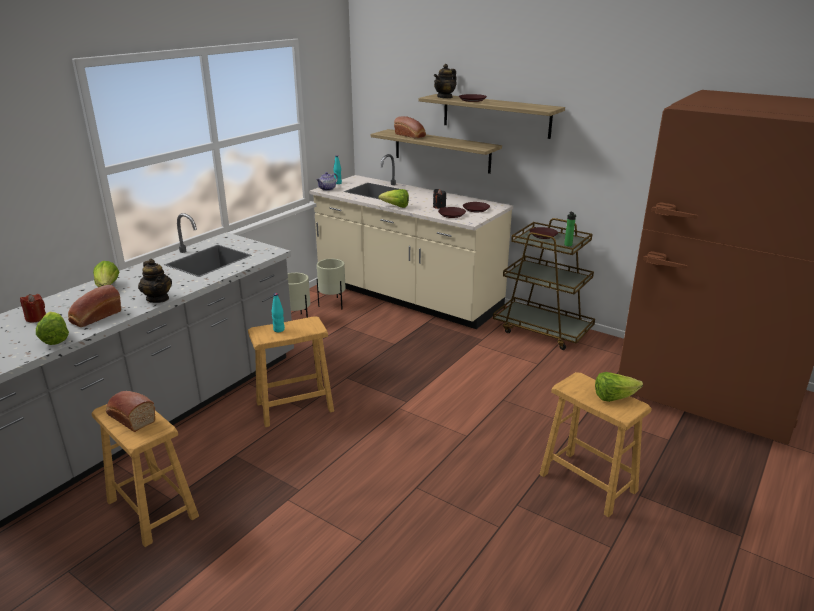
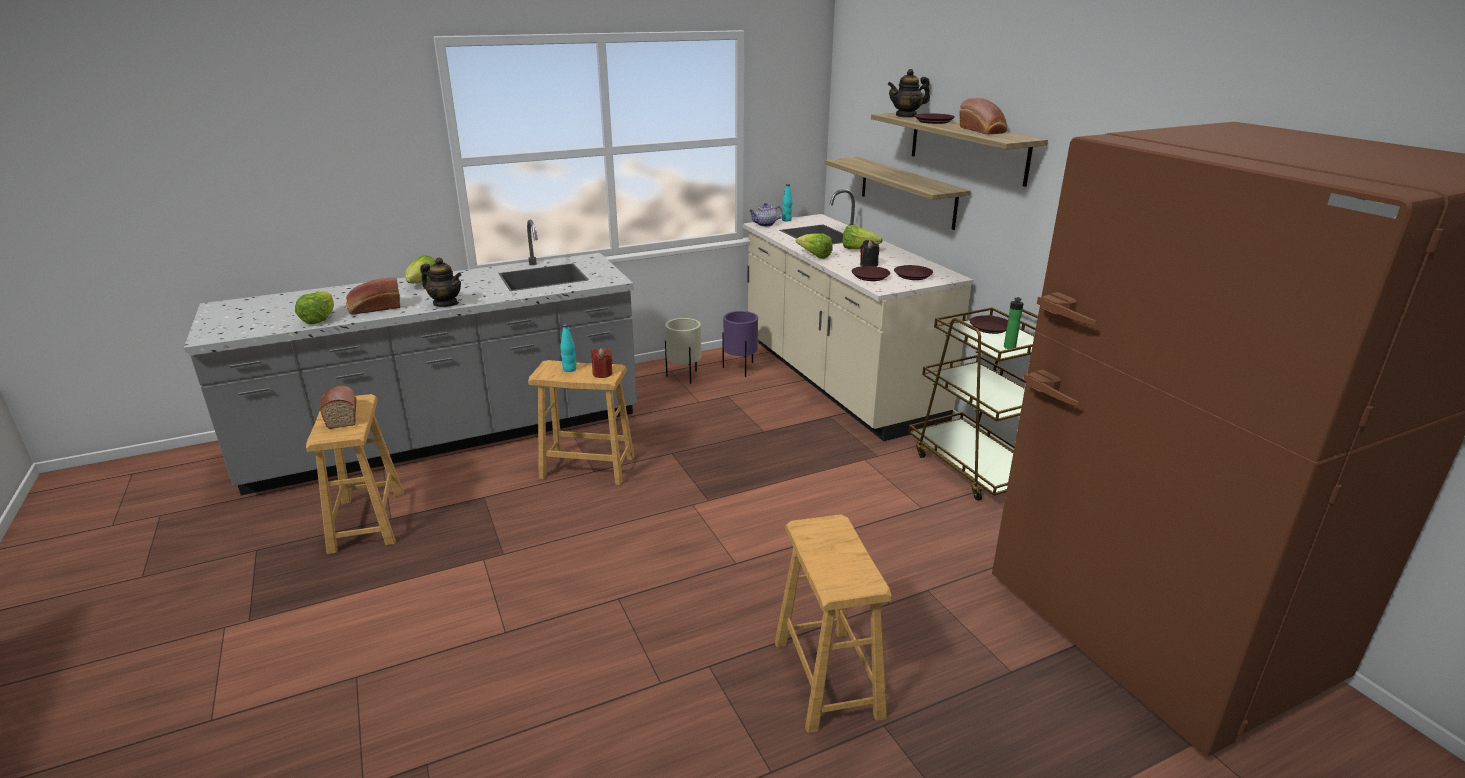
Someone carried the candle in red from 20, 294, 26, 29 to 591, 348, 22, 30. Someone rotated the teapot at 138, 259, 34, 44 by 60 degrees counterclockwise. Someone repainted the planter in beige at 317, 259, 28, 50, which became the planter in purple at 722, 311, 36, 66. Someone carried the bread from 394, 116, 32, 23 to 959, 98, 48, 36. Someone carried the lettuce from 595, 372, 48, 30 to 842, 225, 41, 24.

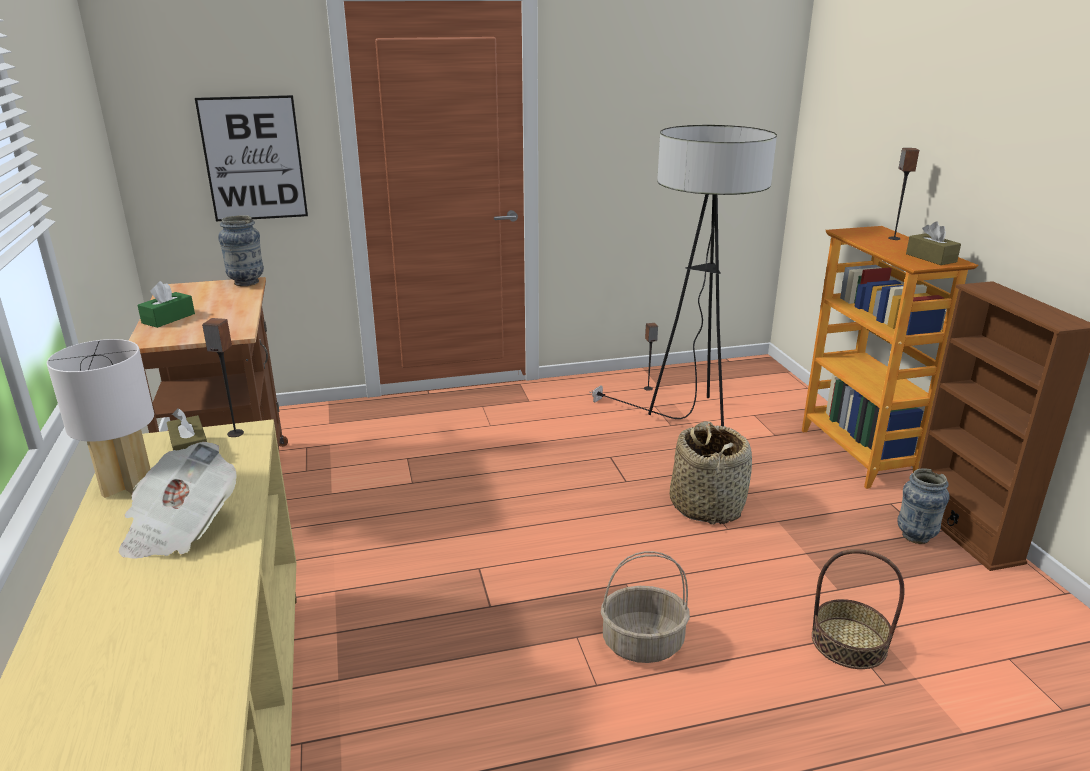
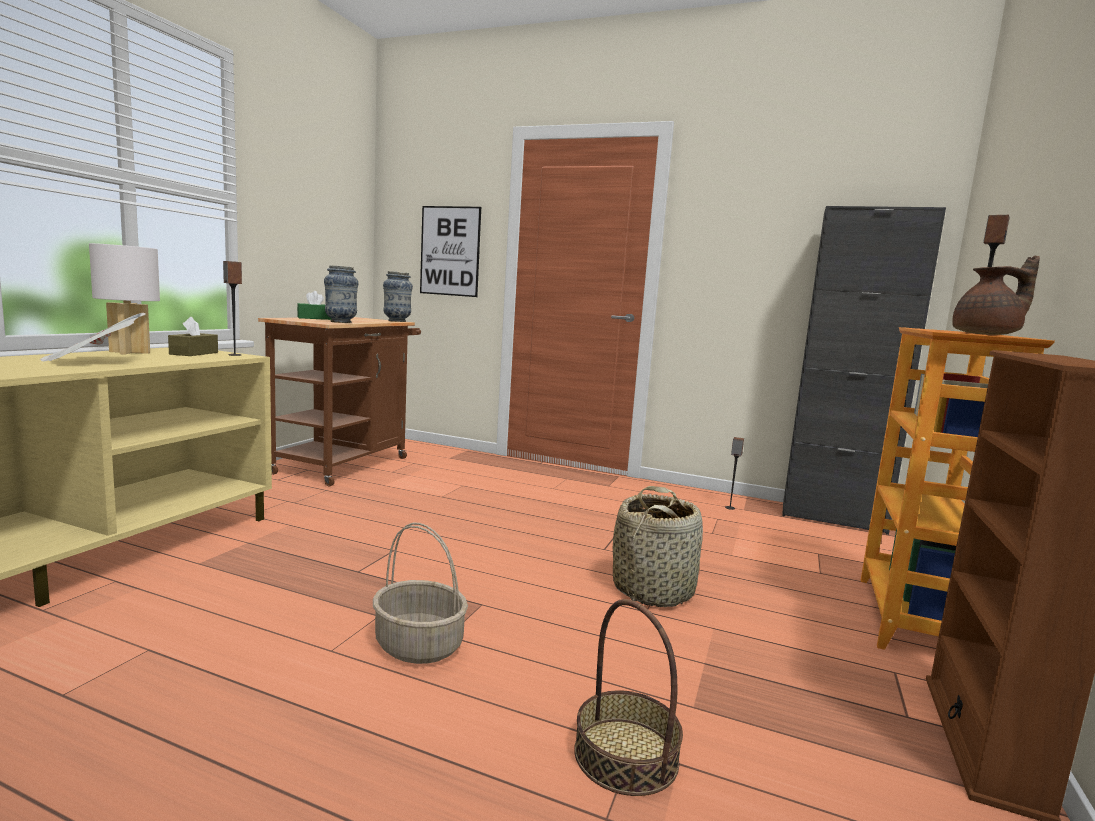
Someone took away the floor lamp at 589, 125, 188, 301. Someone carried the vase from 897, 468, 53, 76 to 324, 265, 35, 58. Someone swapped the tissue box in brown at 906, 221, 55, 44 for the teapot in brown at 952, 256, 88, 79. Someone put down the cabinet in black at 782, 206, 164, 329.

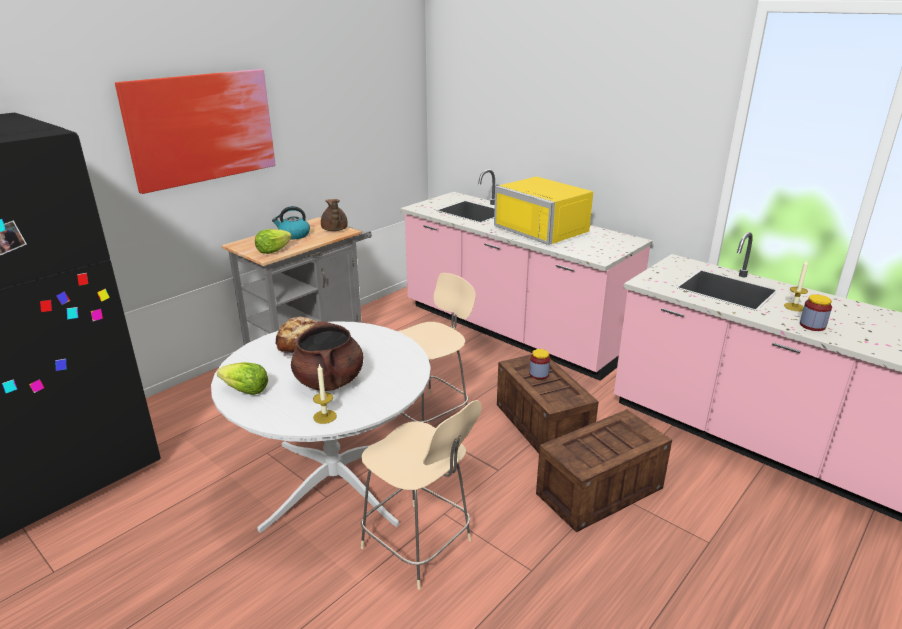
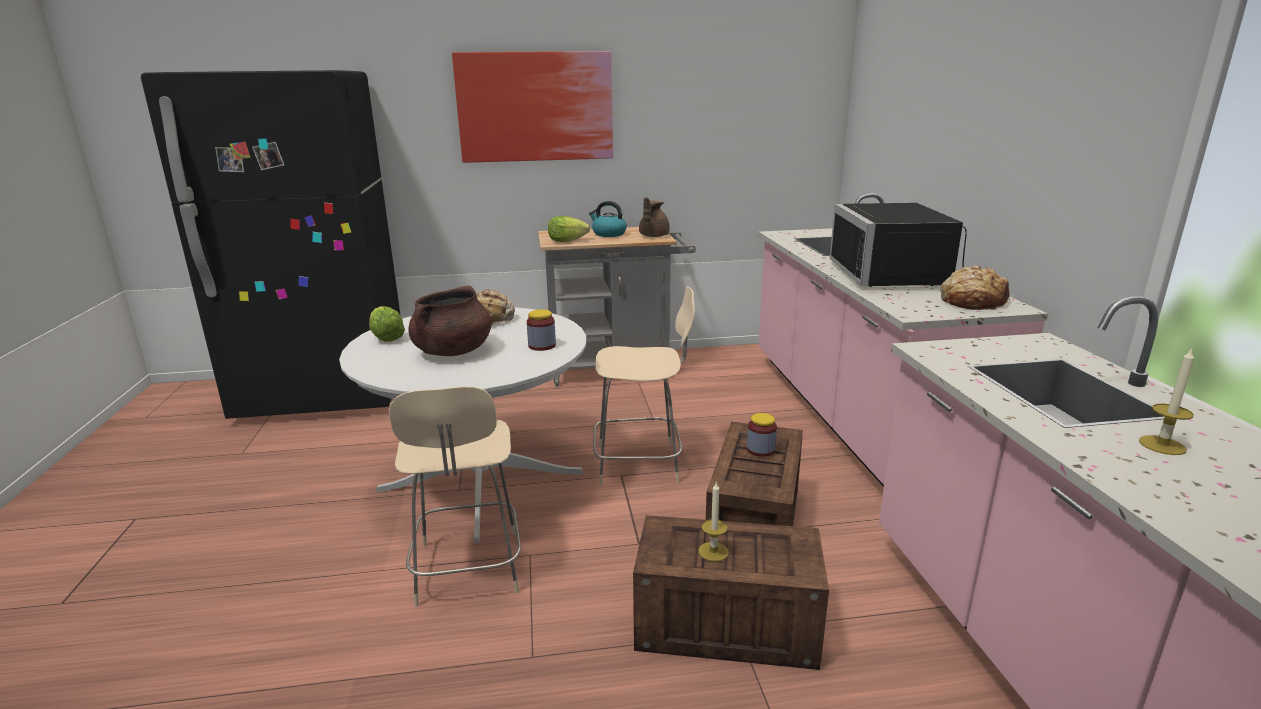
Someone carried the candle from 313, 363, 24, 61 to 698, 481, 31, 80. Someone repainted the microwave in yellow at 494, 176, 99, 69, which became the microwave in black at 830, 203, 137, 84. Someone carried the jar from 800, 294, 32, 37 to 527, 309, 29, 42. Someone put down the bread at 940, 265, 72, 45.

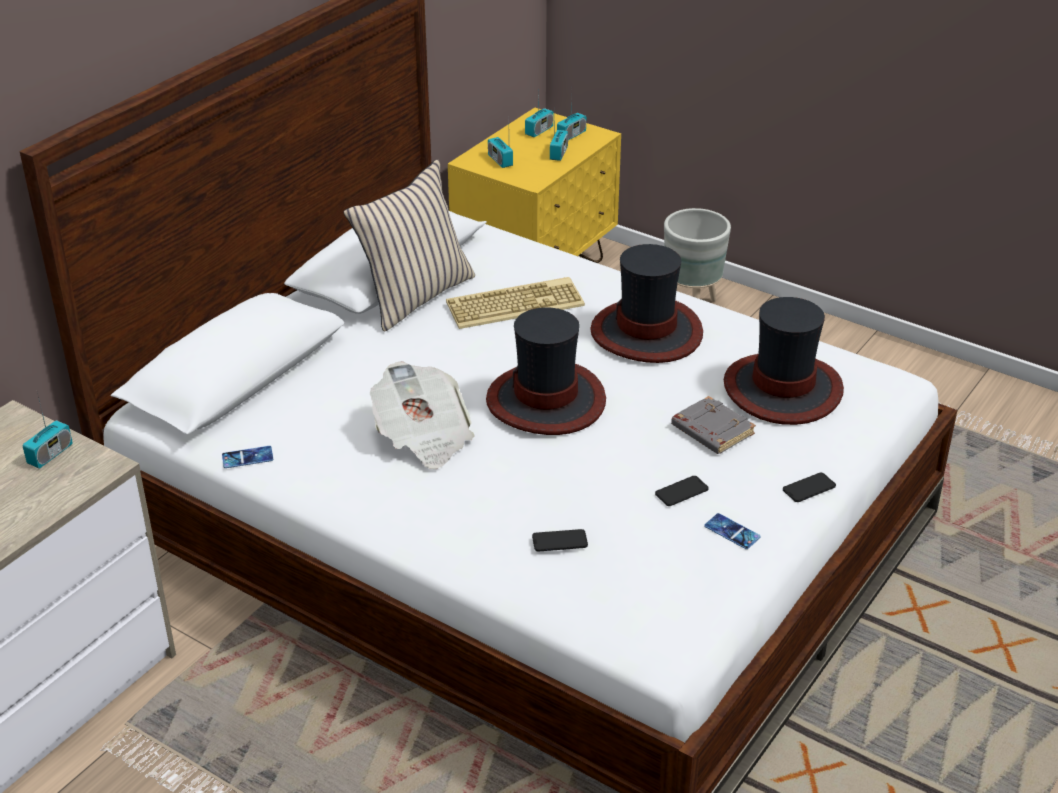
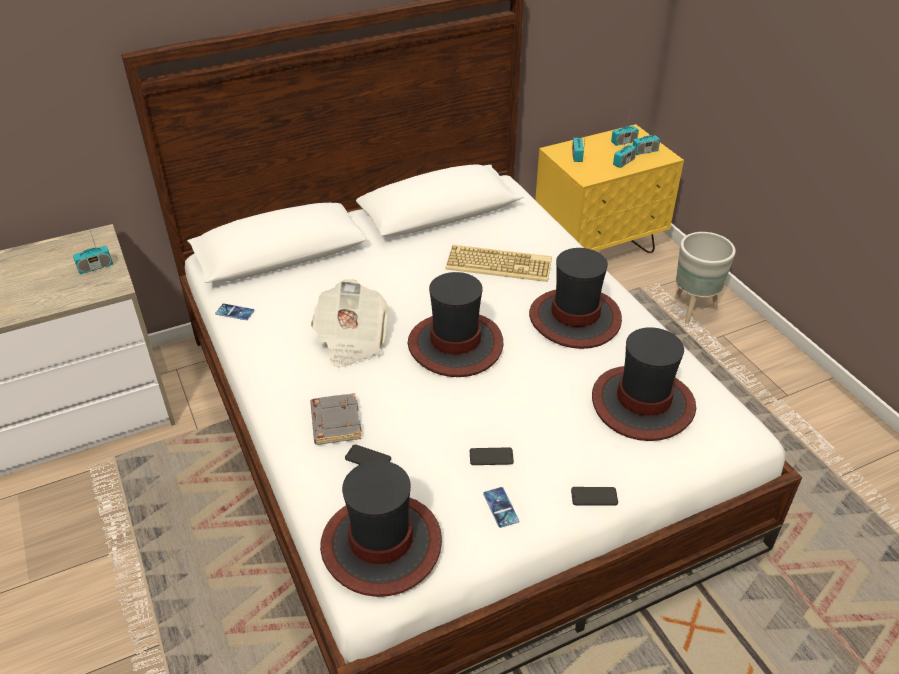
Someone took away the pillow in beige at 344, 159, 131, 173. Someone carried the book in grey from 671, 396, 85, 58 to 310, 393, 52, 52. Someone put down the hat at 320, 460, 122, 137.

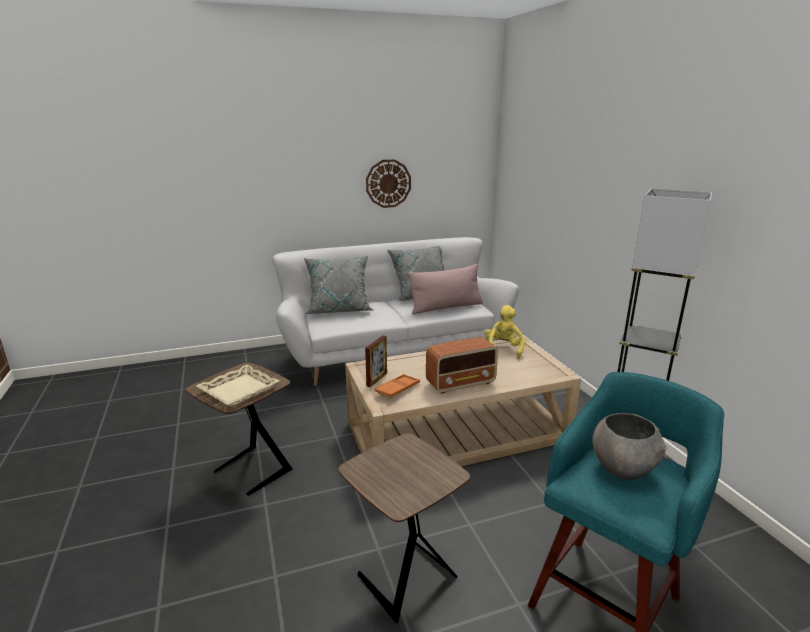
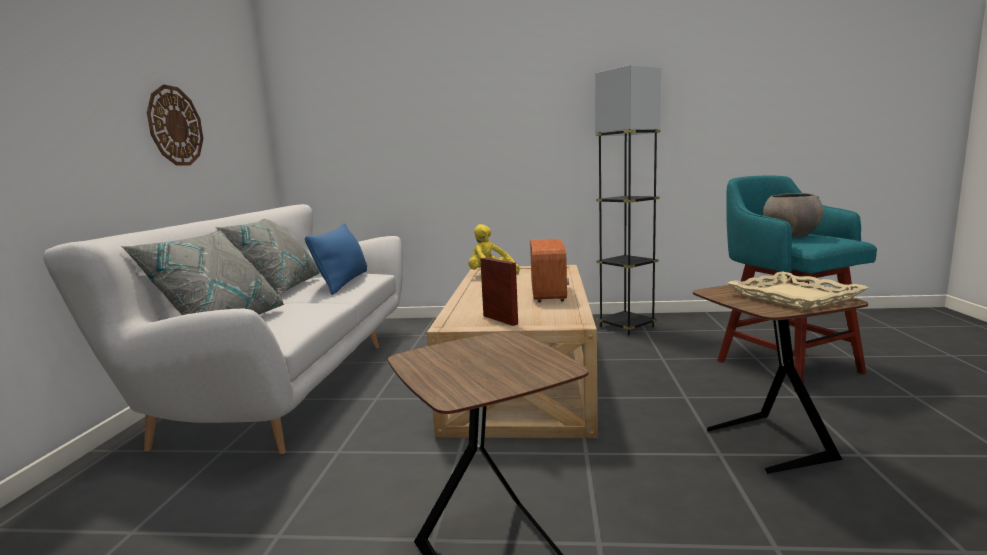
Someone carried the tray in beige from 196, 364, 84, 43 to 727, 272, 142, 38. Someone took away the tray in orange at 375, 374, 45, 24. Someone repainted the pillow in pink at 408, 264, 75, 50, which became the pillow in blue at 305, 223, 62, 72.

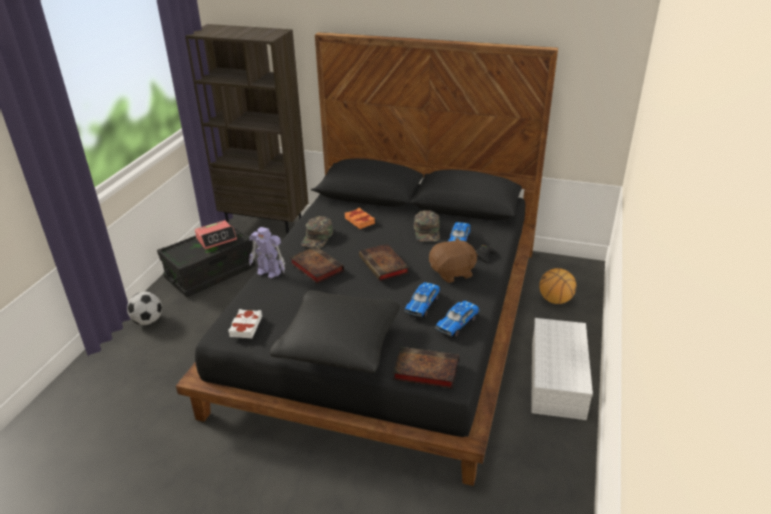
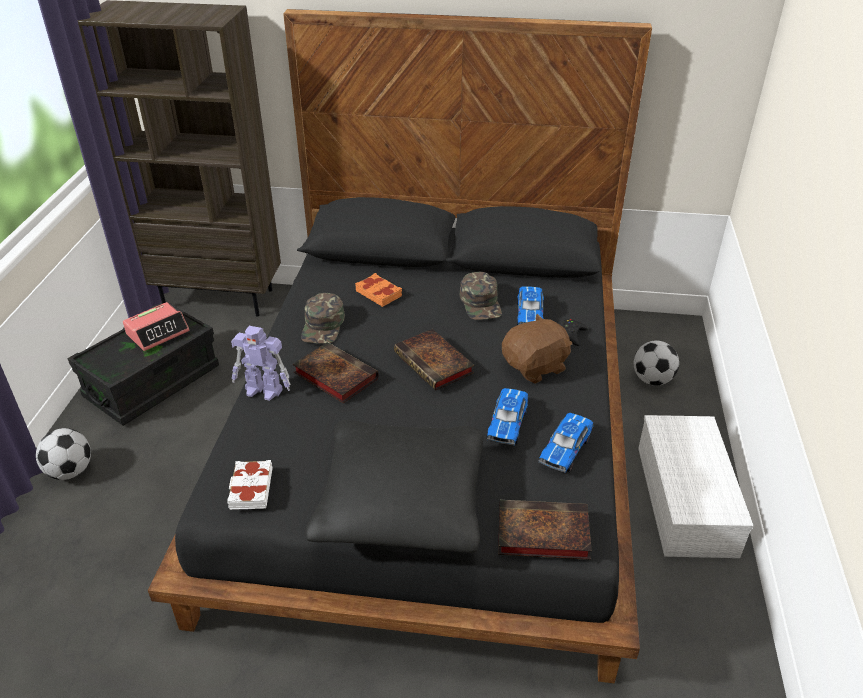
Someone swapped the basketball at 539, 268, 37, 36 for the football at 634, 341, 45, 45.

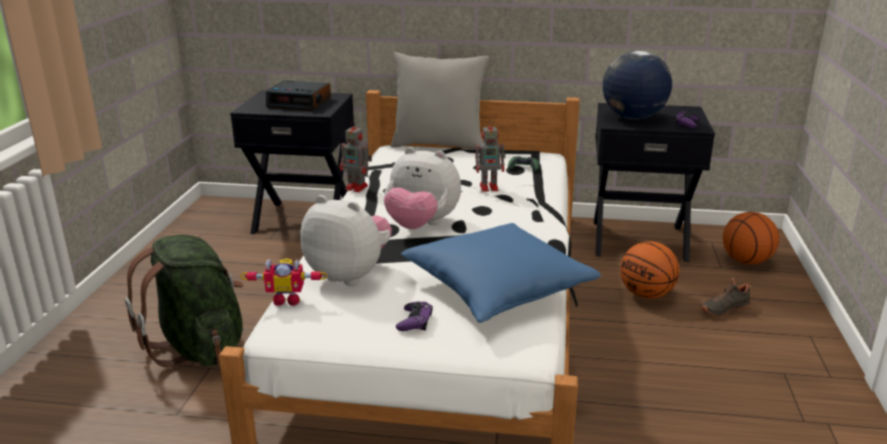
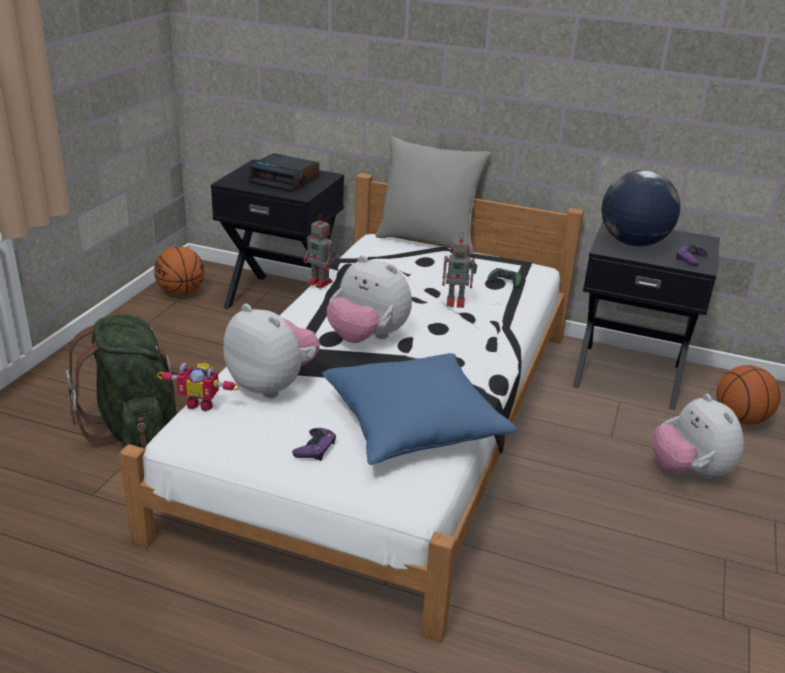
Someone carried the basketball from 620, 241, 60, 58 to 154, 247, 51, 49. Someone swapped the shoe in black at 701, 278, 51, 39 for the plush toy at 652, 394, 92, 85.

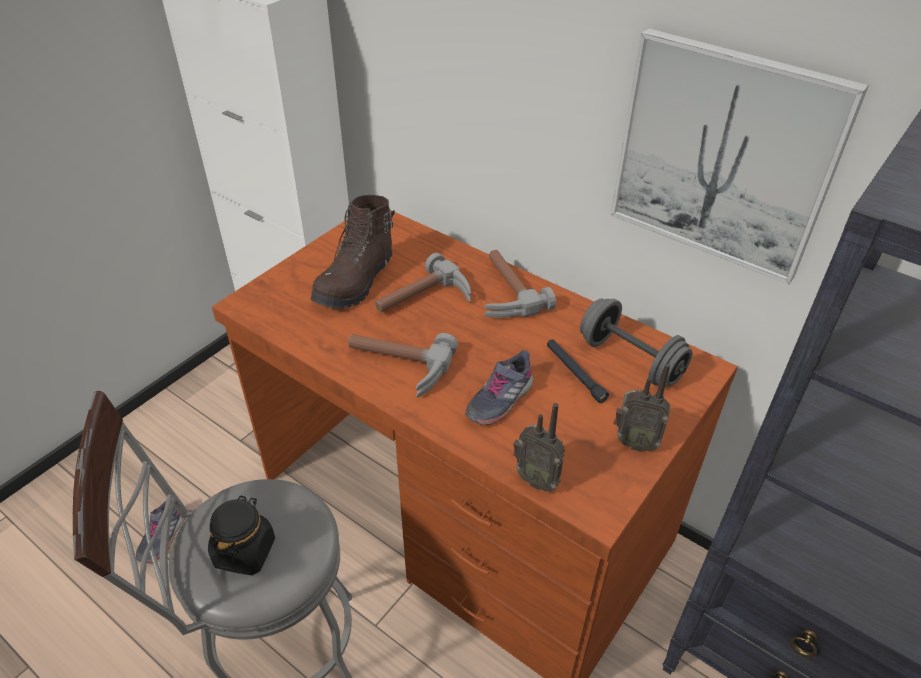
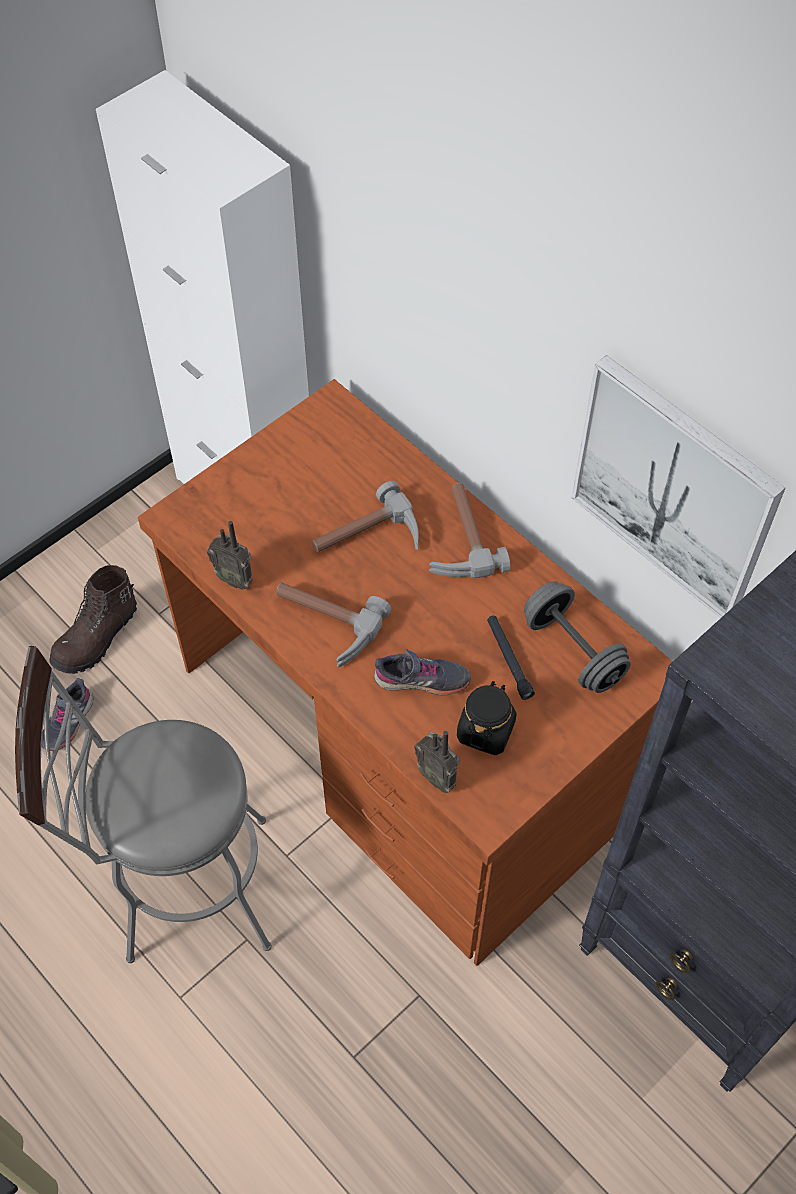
Someone carried the jar in black from 208, 496, 67, 79 to 457, 681, 59, 74. Someone carried the boot in brown from 311, 195, 84, 114 to 49, 565, 88, 109. Someone rotated the shoe in grey at 465, 350, 68, 75 by 135 degrees counterclockwise. Someone carried the radio from 613, 364, 57, 88 to 207, 521, 46, 69.

